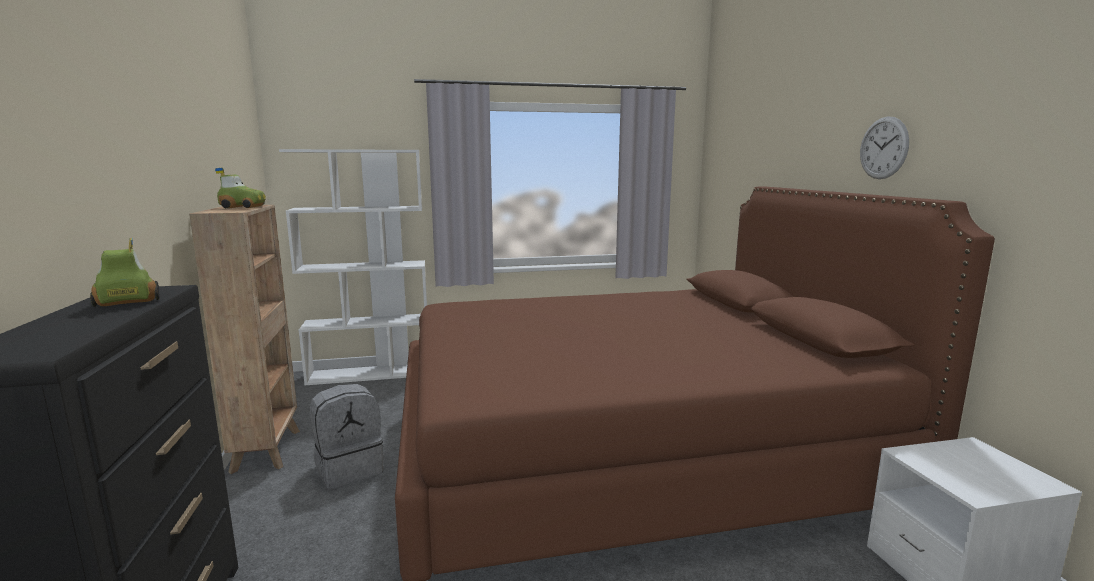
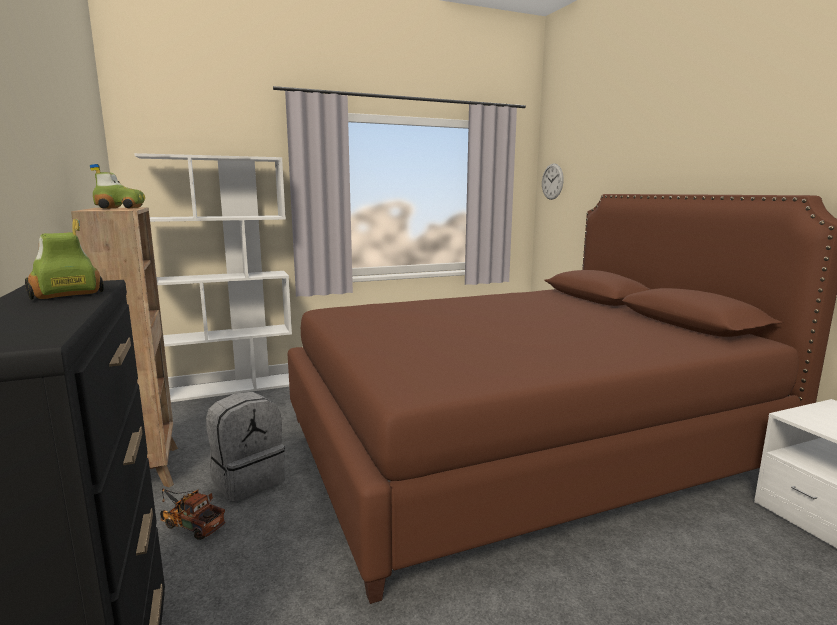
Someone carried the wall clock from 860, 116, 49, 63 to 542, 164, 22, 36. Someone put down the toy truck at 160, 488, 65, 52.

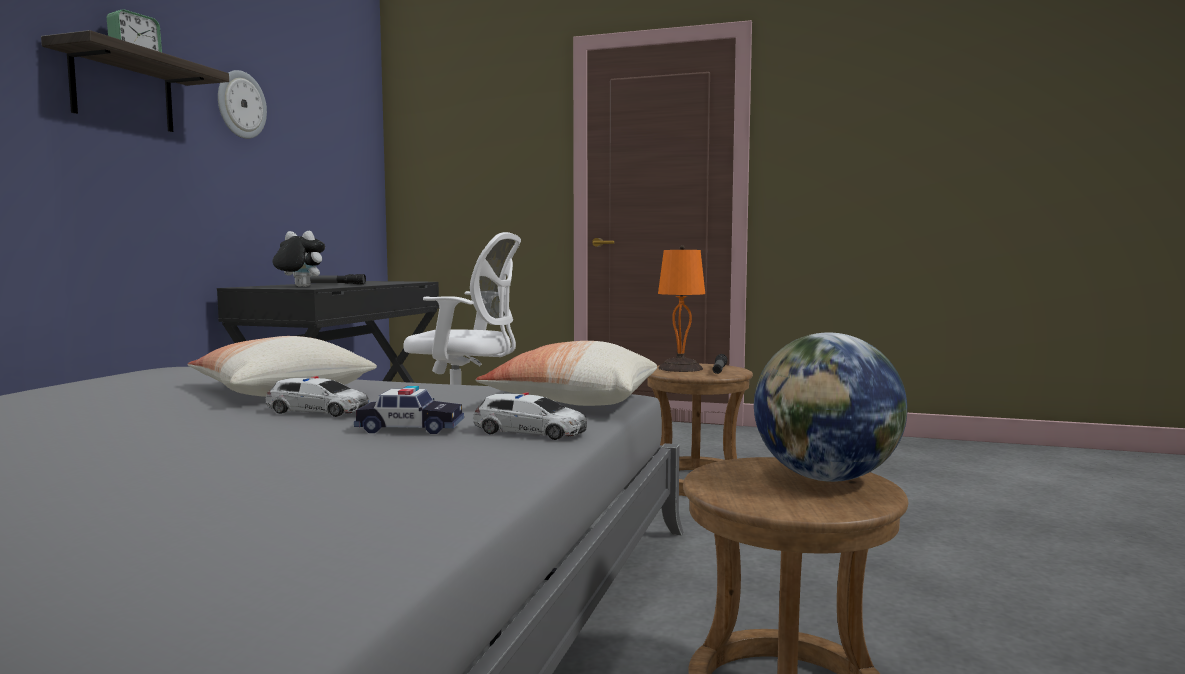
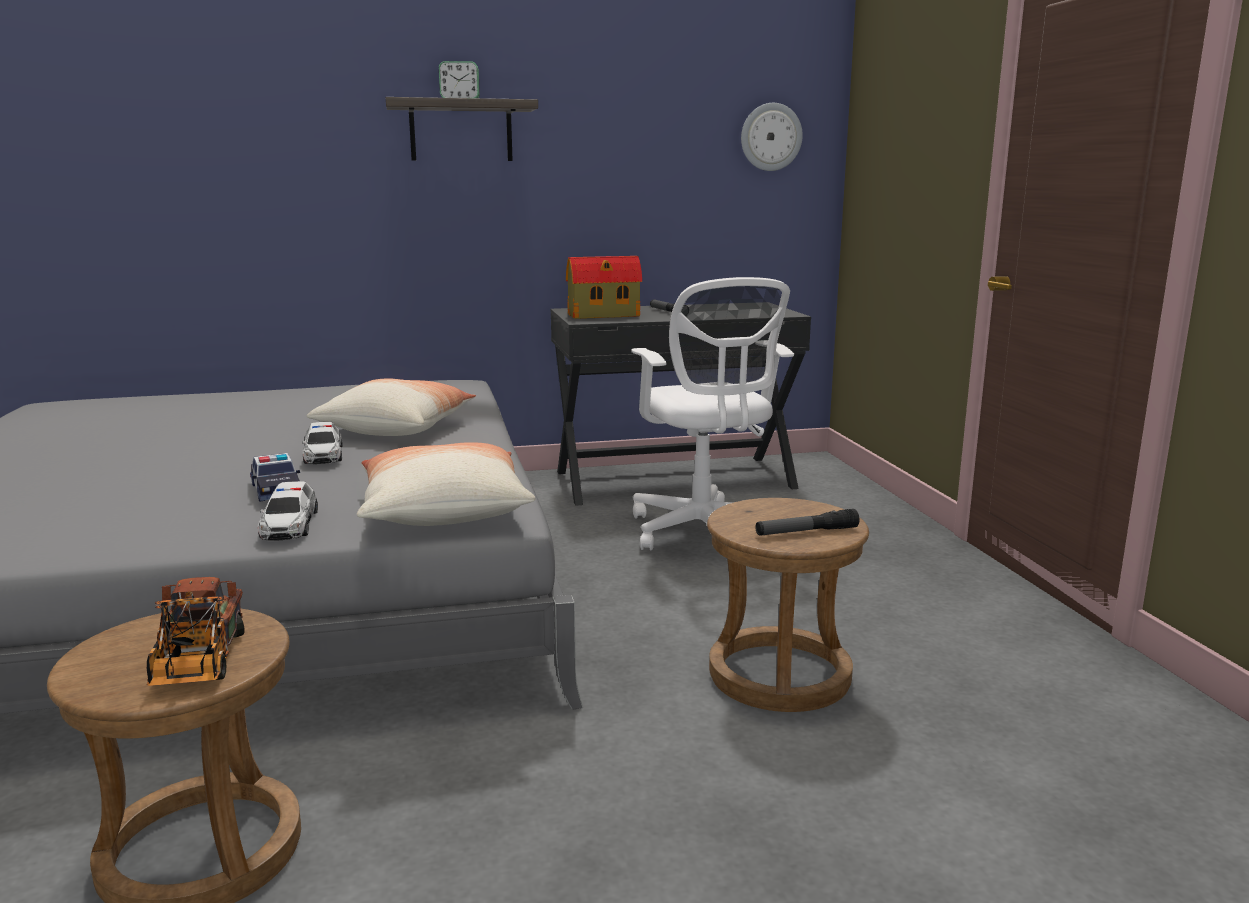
Someone carried the wall clock from 218, 70, 49, 69 to 741, 103, 62, 68. Someone swapped the plush toy at 272, 231, 53, 56 for the toy house at 566, 256, 76, 63. Someone took away the table lamp in orange at 658, 245, 47, 127. Someone swapped the globe at 754, 332, 153, 150 for the toy truck at 147, 577, 98, 109.

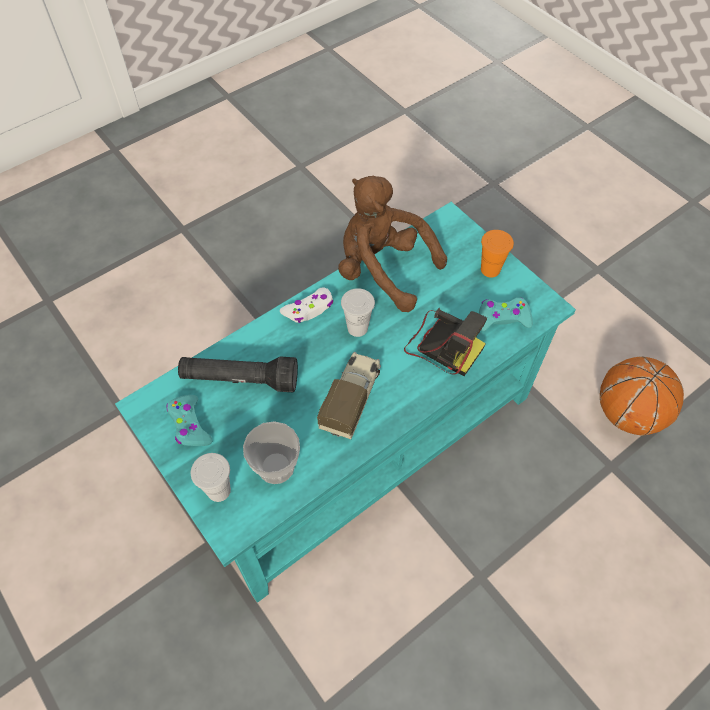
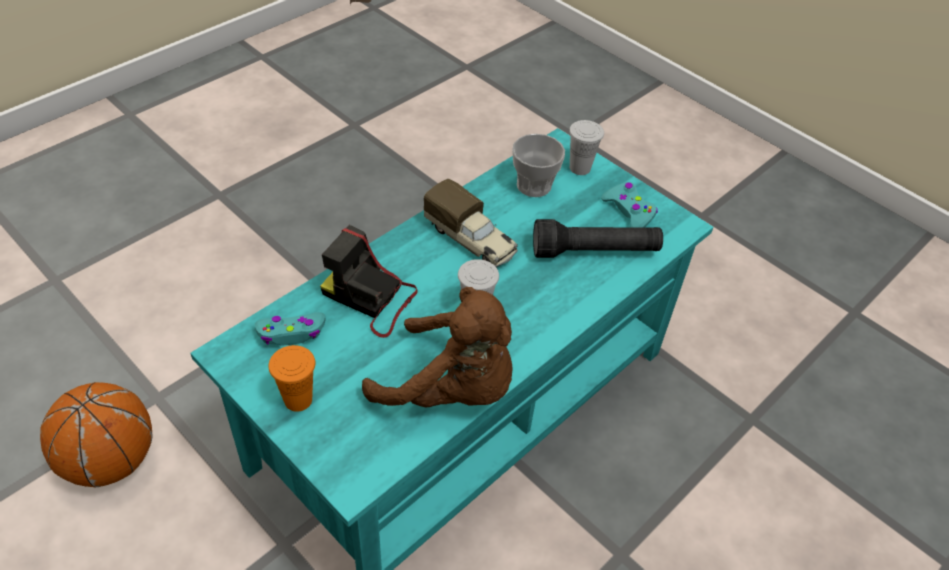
Someone took away the game controller in white at 280, 287, 53, 36. Someone rotated the toy truck at 317, 352, 64, 87 by 60 degrees counterclockwise.

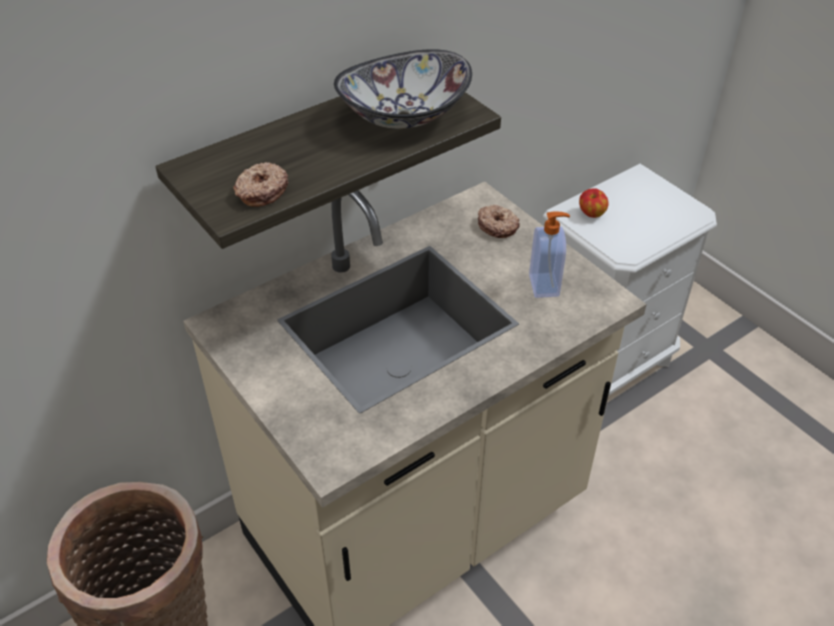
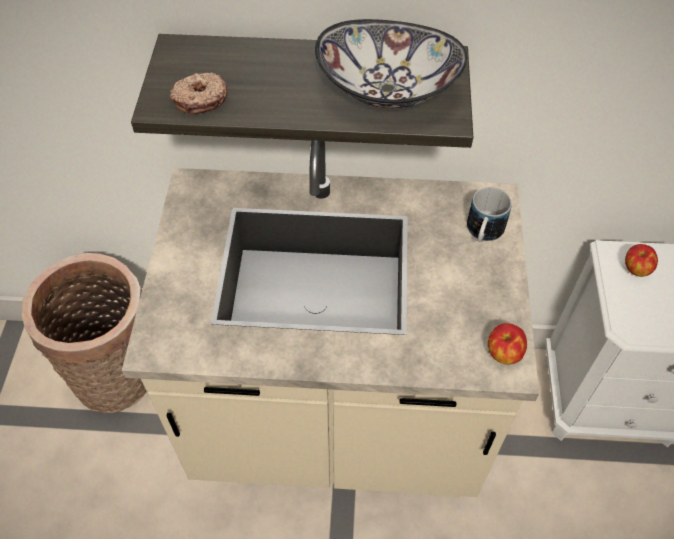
Someone swapped the donut at 478, 205, 42, 33 for the mug at 467, 187, 45, 55. Someone took away the soap dispenser at 529, 212, 41, 86. Someone put down the apple at 488, 323, 39, 42.

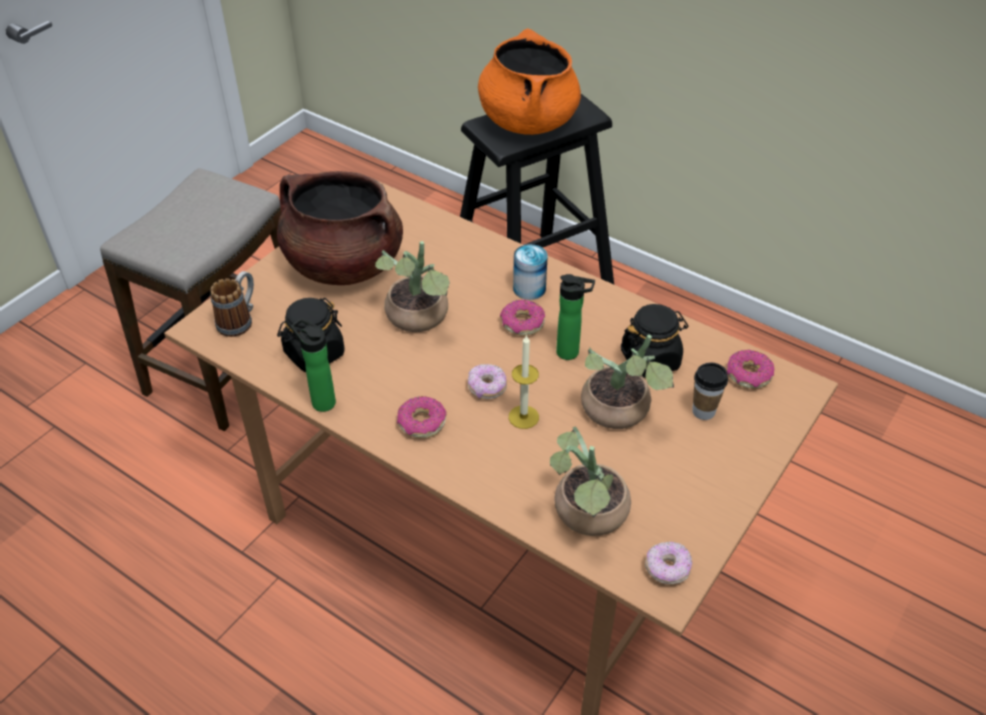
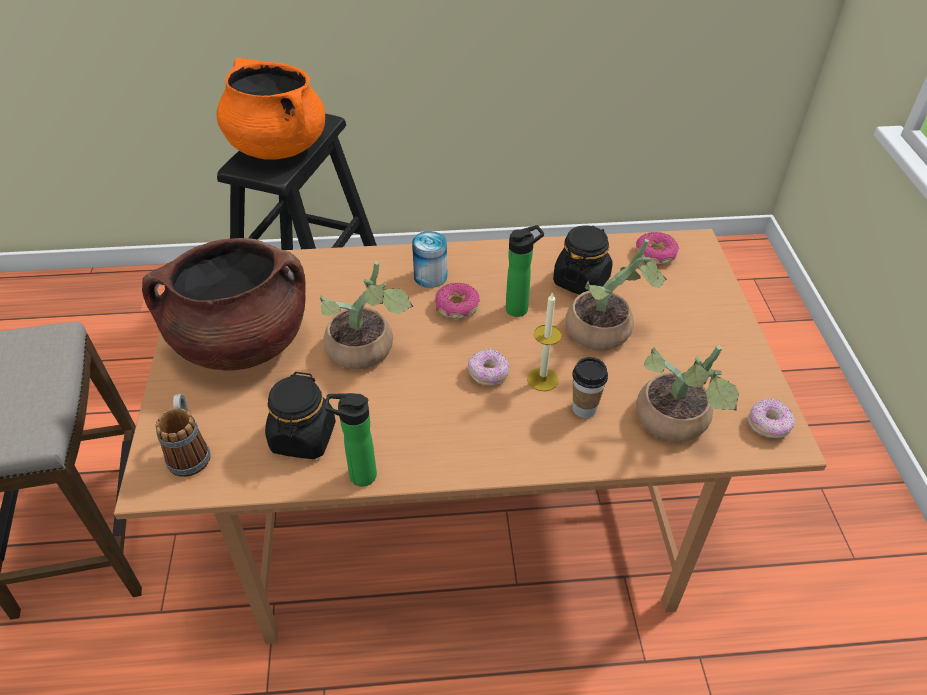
Someone took away the donut at 397, 396, 49, 42. Someone carried the cup from 692, 363, 36, 57 to 572, 357, 36, 61.

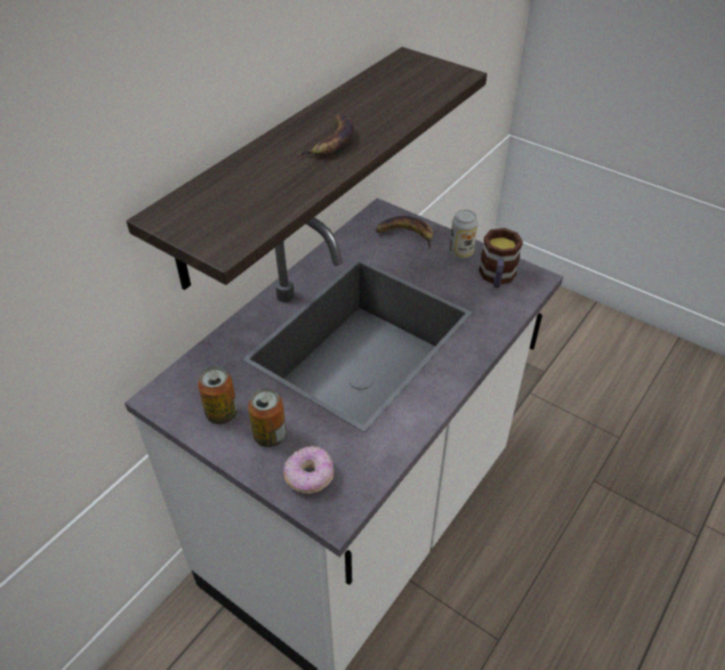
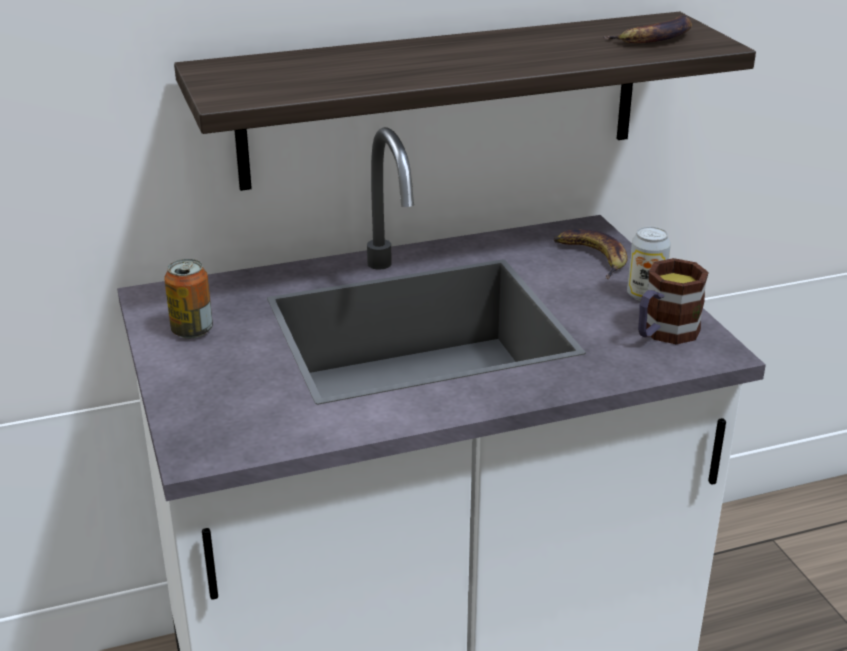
Someone took away the can at 248, 388, 38, 59. Someone took away the donut at 284, 446, 50, 48. Someone carried the banana from 296, 114, 58, 41 to 603, 15, 89, 28.

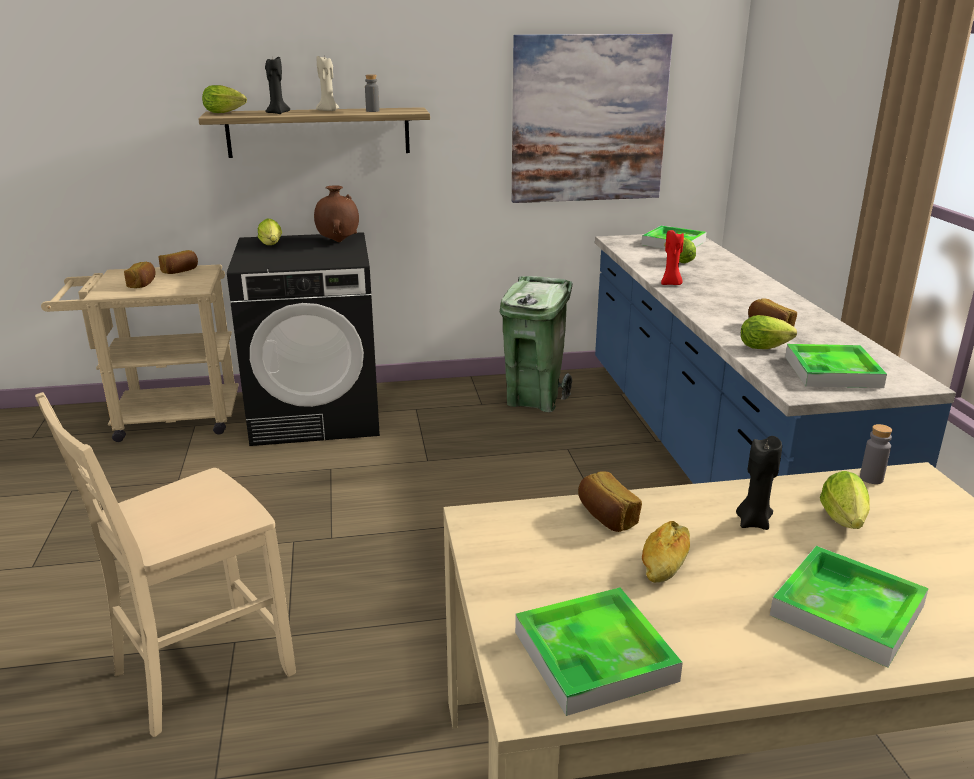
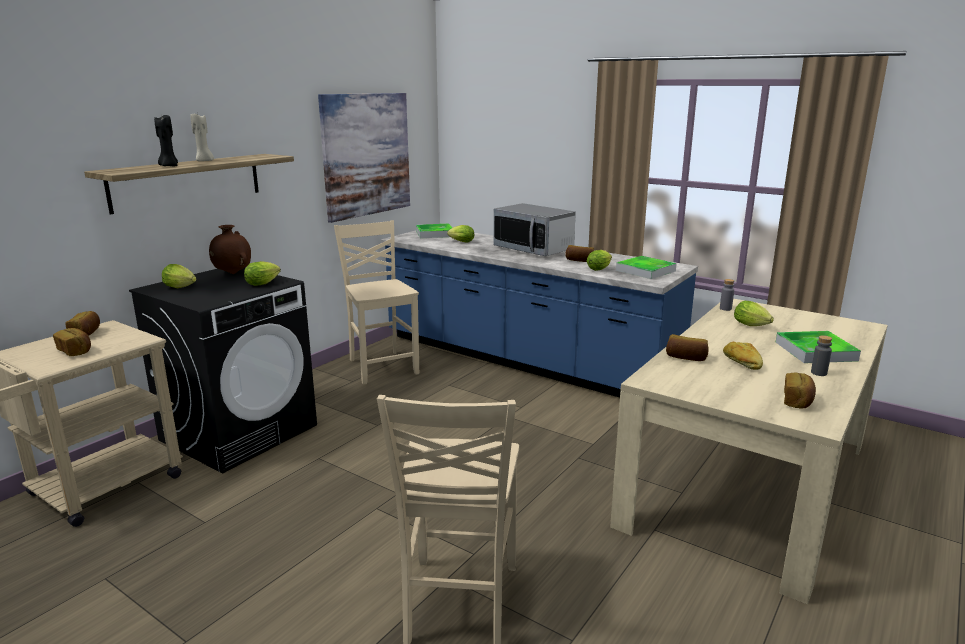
Someone carried the lettuce from 202, 85, 45, 28 to 244, 261, 37, 25. Someone carried the bottle in grey from 365, 74, 15, 38 to 811, 335, 21, 41. Someone swapped the trash can in green at 500, 276, 73, 136 for the chair in beige at 334, 220, 85, 165. Someone swapped the tray at 515, 588, 168, 128 for the bread at 784, 373, 32, 35. Someone took away the candle in red at 661, 230, 23, 55. Someone took away the candle in black at 736, 436, 46, 94. Someone put down the microwave at 493, 203, 83, 53.

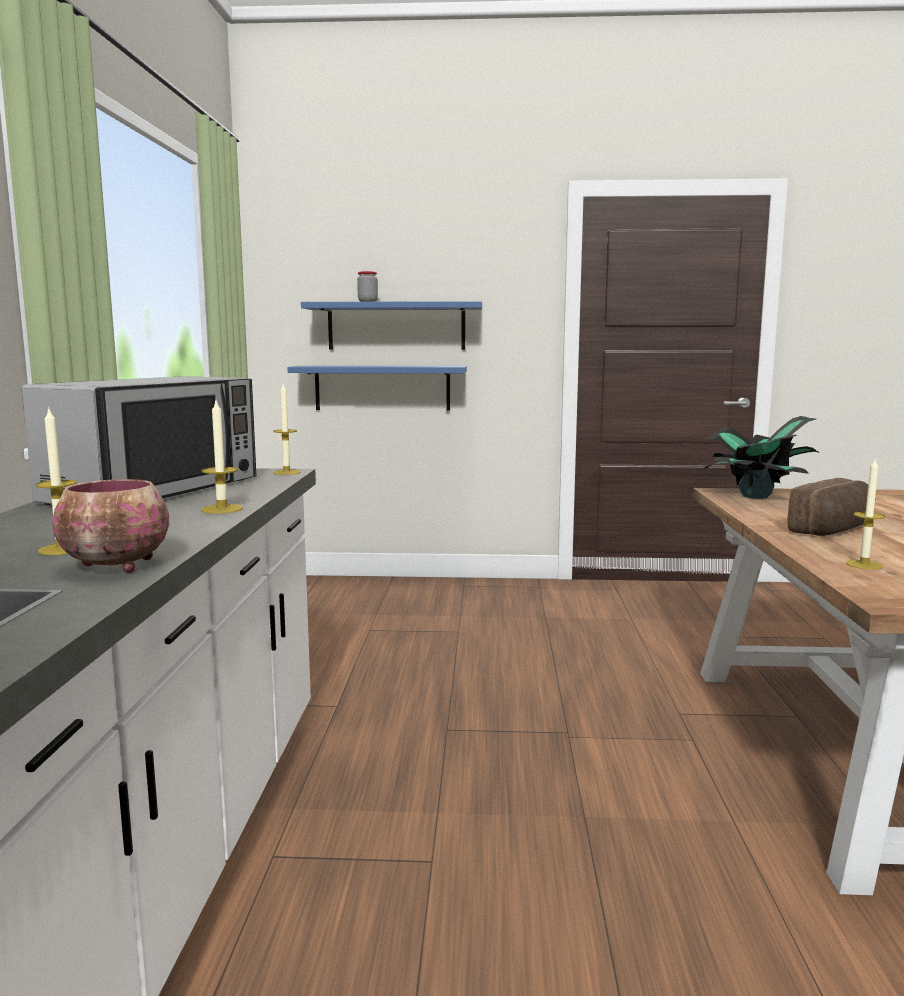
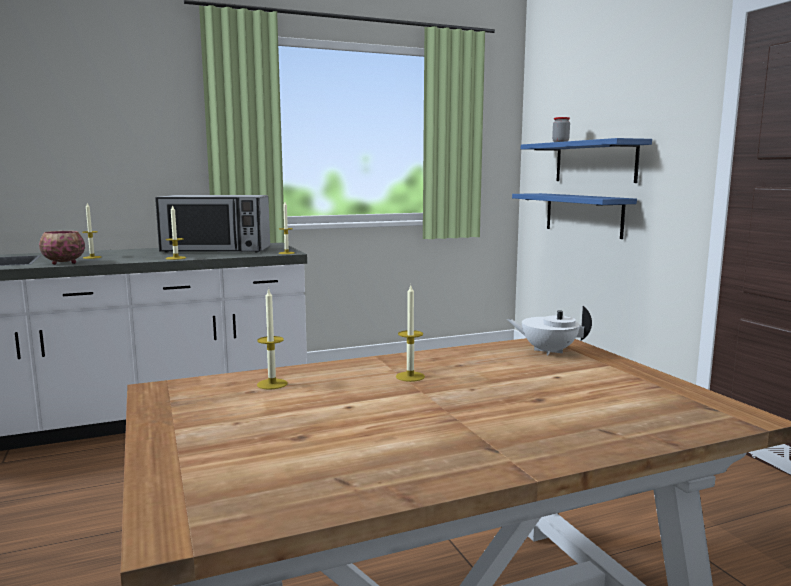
Someone swapped the potted plant at 703, 416, 117, 83 for the teapot in white at 507, 306, 85, 49. Someone swapped the bread at 788, 478, 80, 58 for the candle at 396, 285, 29, 97.

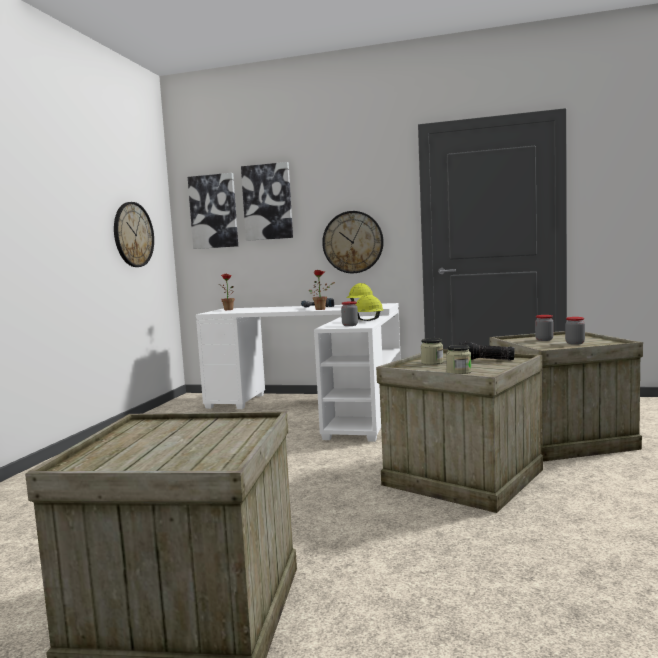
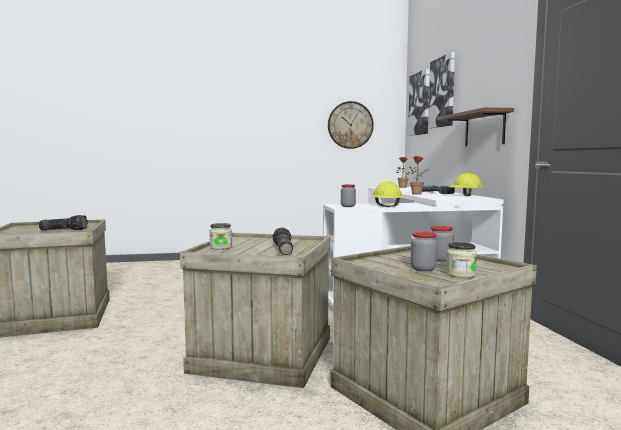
Someone swapped the wall clock at 322, 211, 62, 62 for the shelf in brown at 437, 107, 77, 39. Someone carried the jar from 421, 338, 23, 27 to 446, 242, 31, 36. Someone put down the flashlight at 39, 215, 49, 16.

